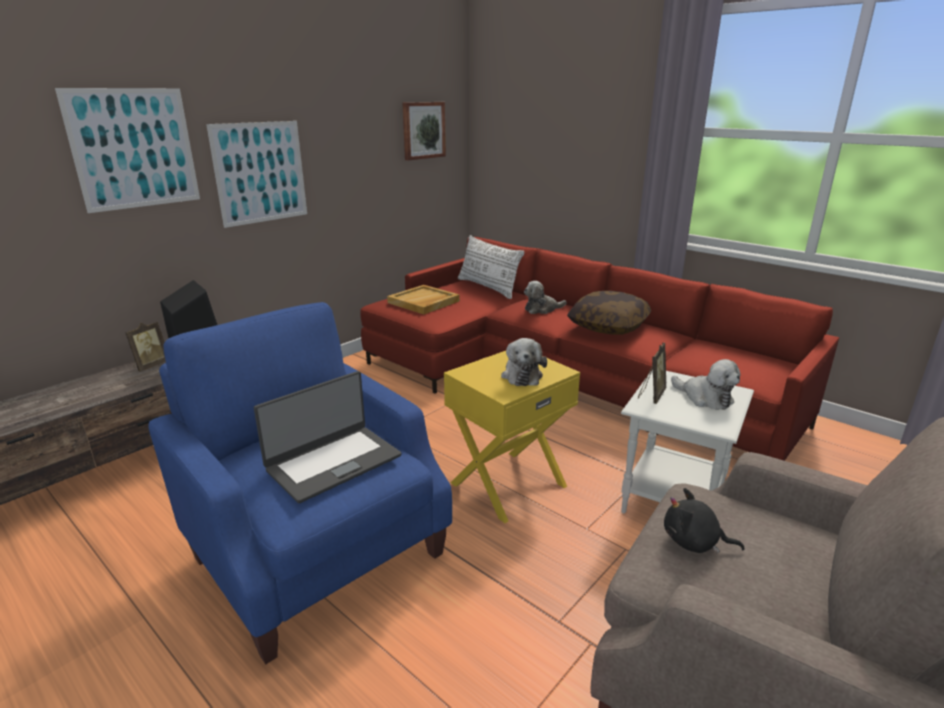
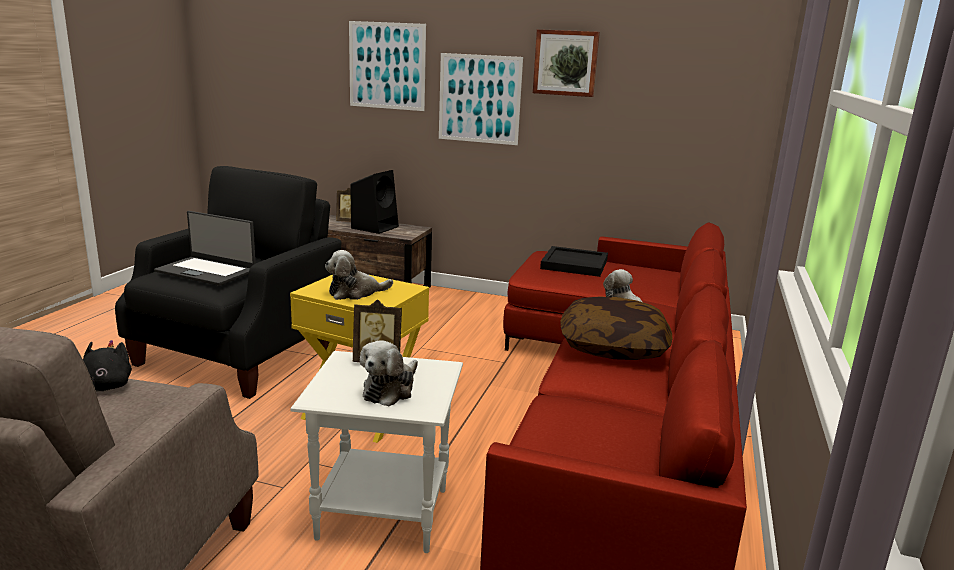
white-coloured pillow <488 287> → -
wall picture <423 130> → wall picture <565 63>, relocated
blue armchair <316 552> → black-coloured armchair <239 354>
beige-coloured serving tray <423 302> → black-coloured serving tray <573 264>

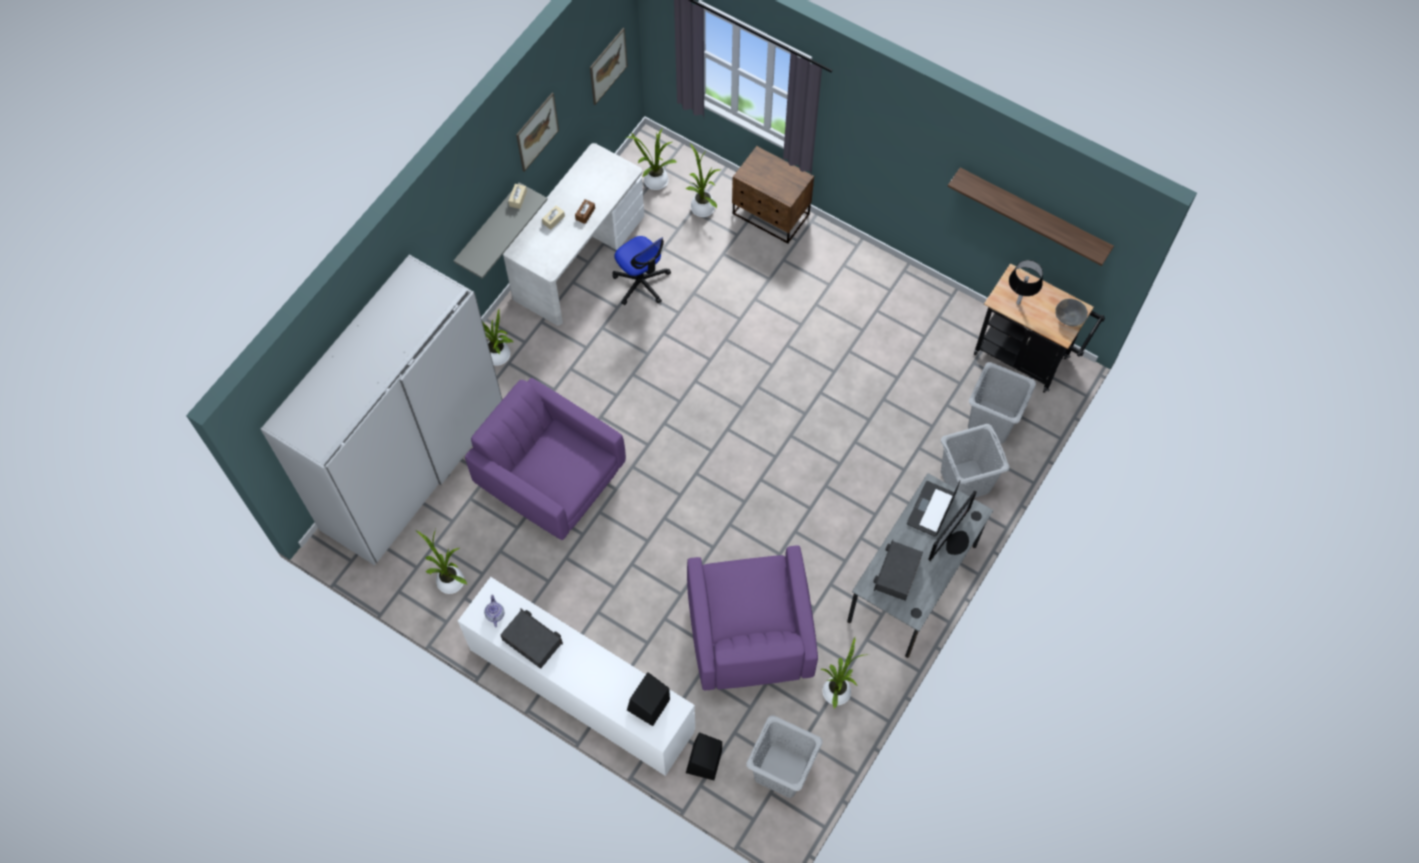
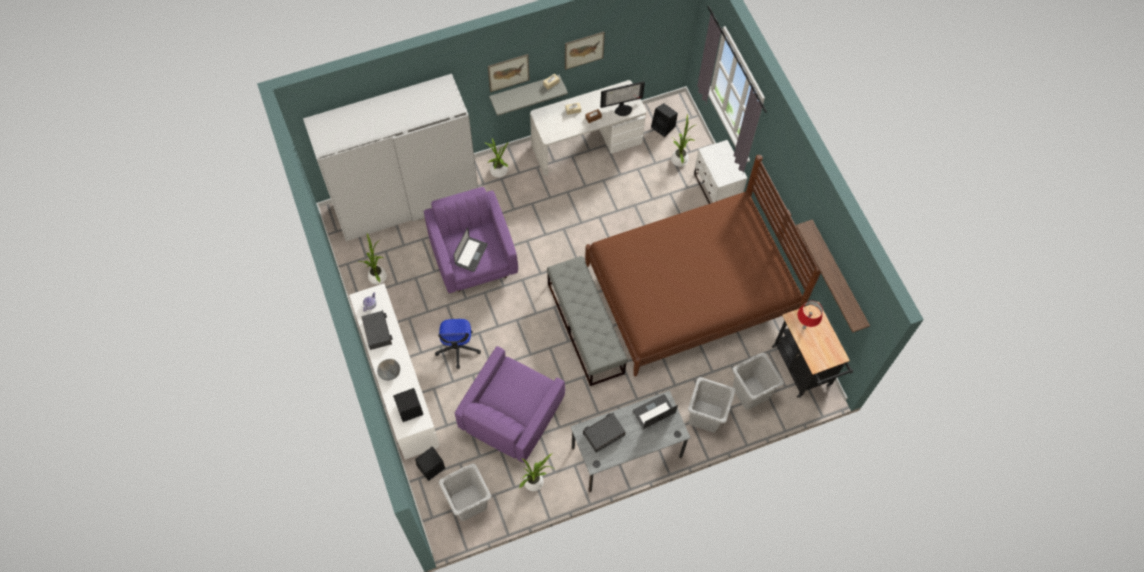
- → portable computer <471 254>
- → greyish bench <585 328>
- → brownish sleeping bed <690 291>
wall picture <608 66> → wall picture <508 72>, relocated
office chair <641 283> → office chair <458 348>, relocated
computer display <954 540> → computer display <623 108>, relocated
greyish serving bowl <1069 317> → greyish serving bowl <390 372>, relocated
potted plant <654 180> → black-coloured loudspeaker <663 127>
brownish bedside table <771 215> → white-coloured bedside table <716 188>
black-coloured lamp for a table <1018 302> → red lamp for a table <804 327>

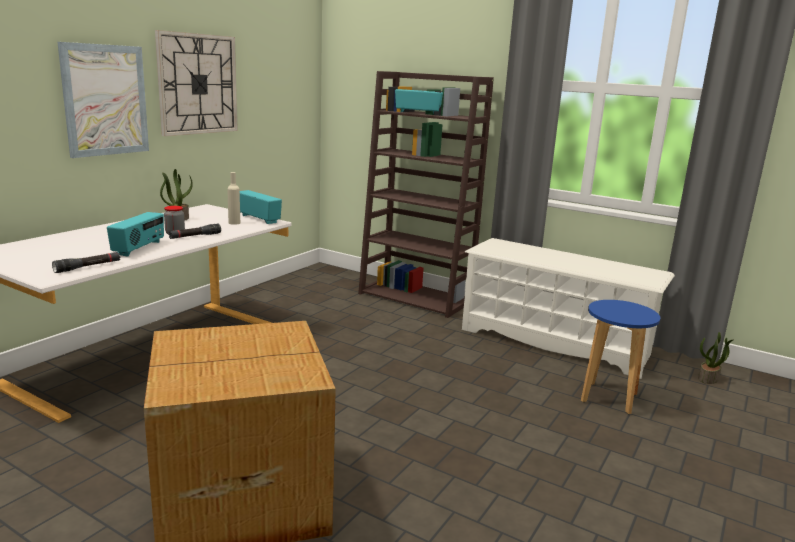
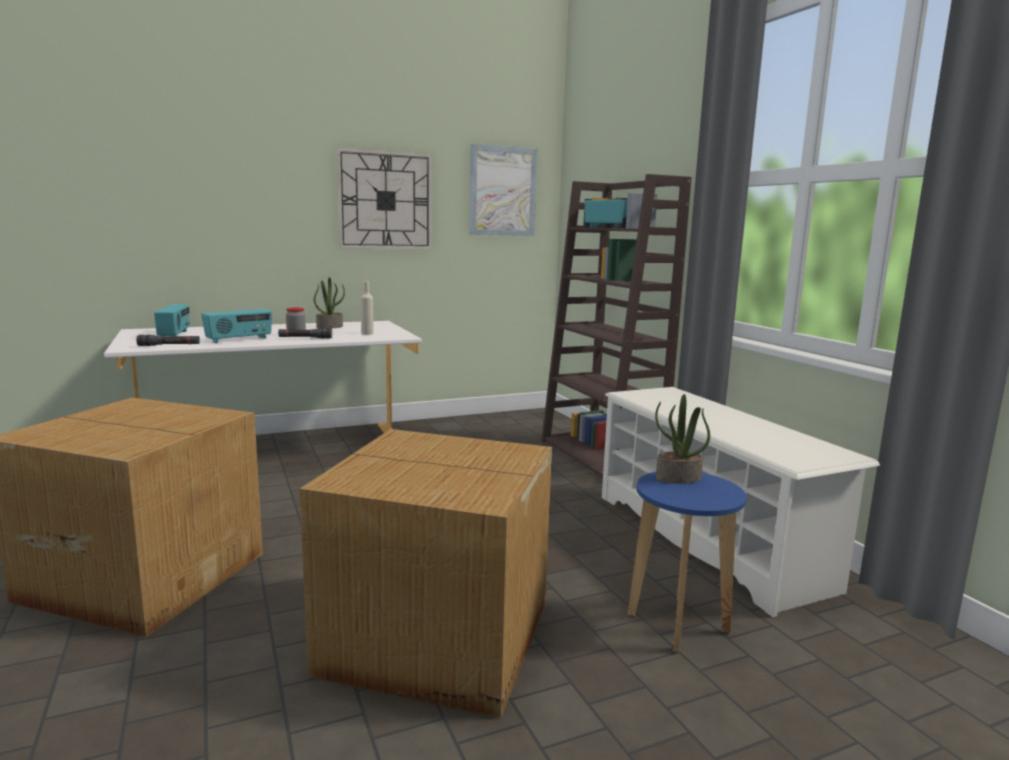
- → carton <439 639>
wall picture <105 100> → wall picture <502 191>, relocated
radio <259 219> → radio <175 335>, relocated
potted plant <708 379> → potted plant <678 478>, relocated

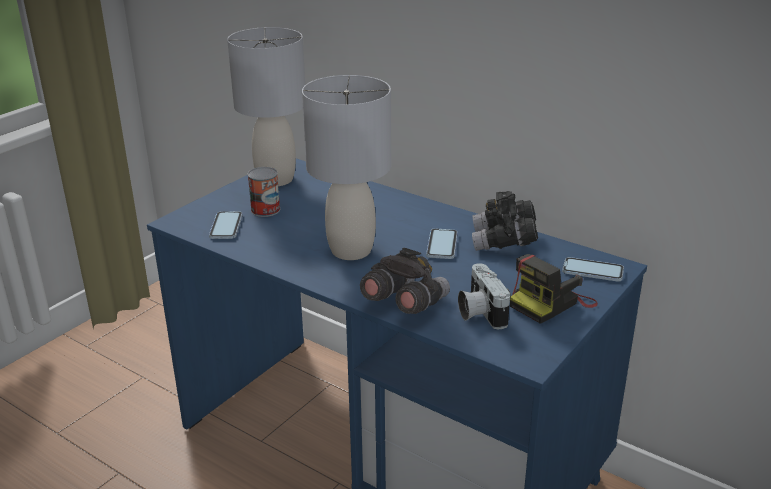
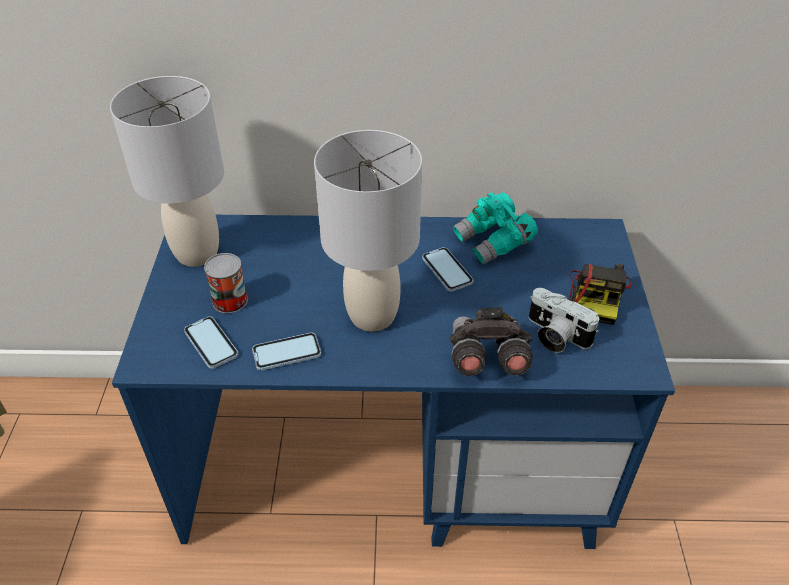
telephone <592 271> → telephone <287 353>, relocated
black-coloured pair of binoculars <504 242> → turquoise pair of binoculars <494 242>

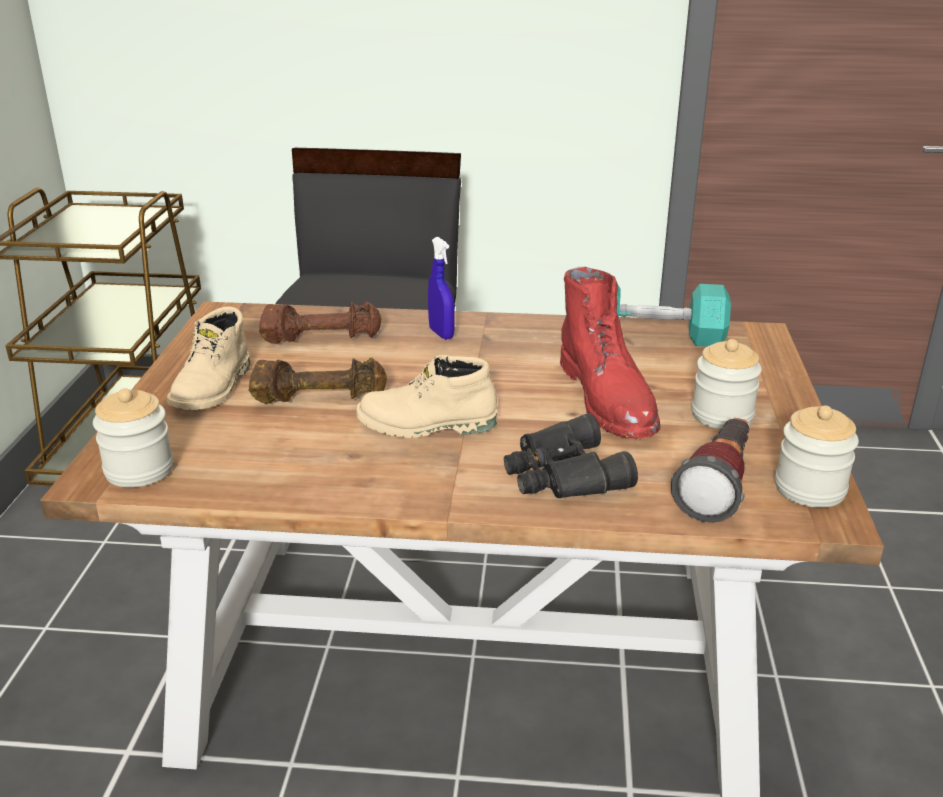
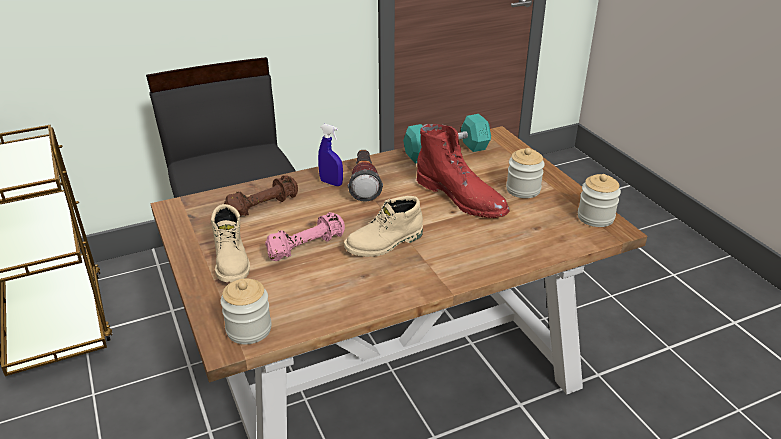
black-coloured pair of binoculars <562 474> → -
flashlight <718 487> → flashlight <364 184>, relocated
brownish hand weight <320 398> → pinkish hand weight <306 246>

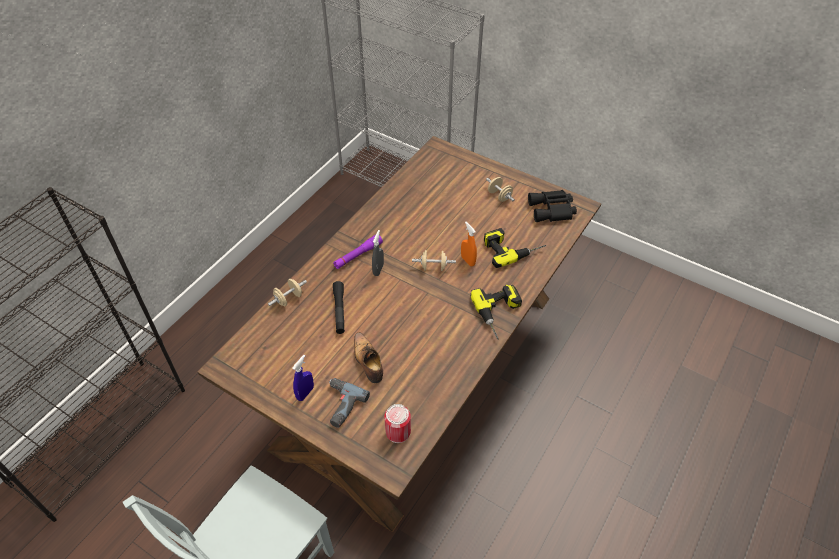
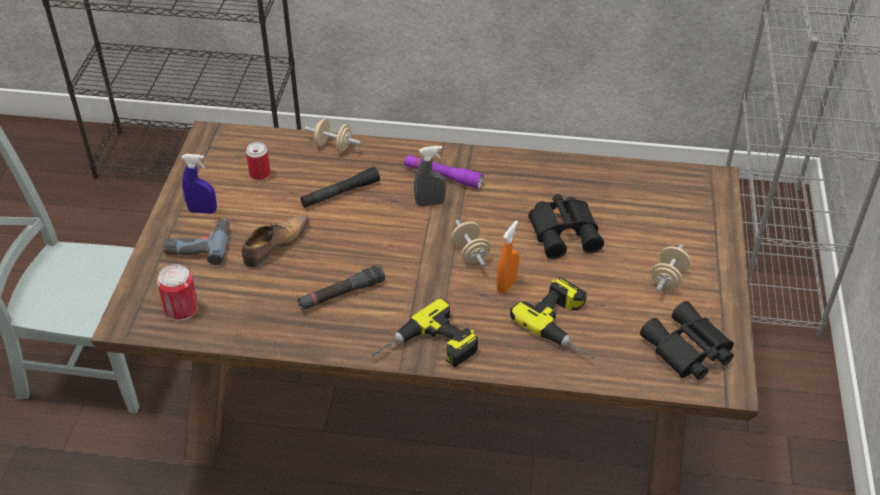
- → can <260 174>
- → black-coloured flashlight <341 294>
- → black-coloured pair of binoculars <565 232>

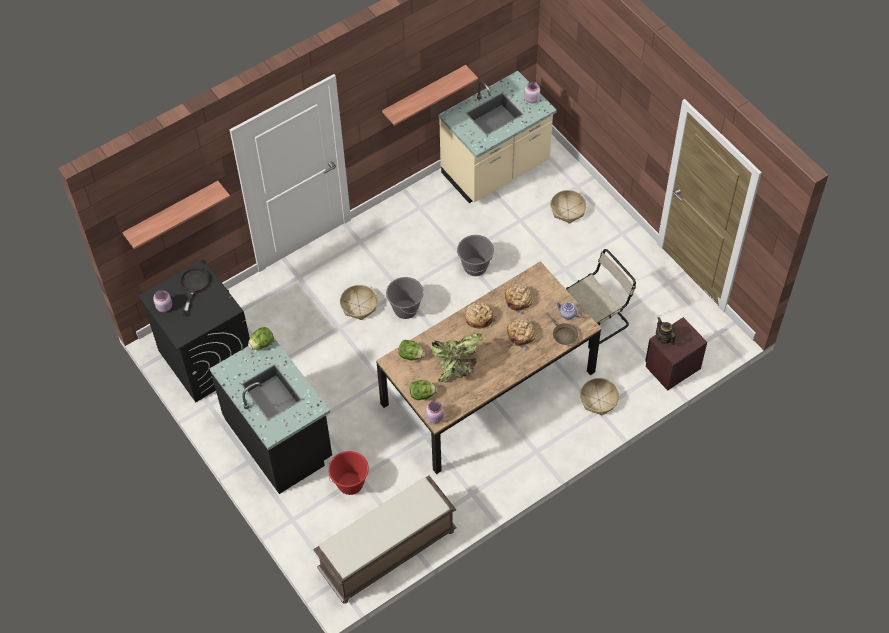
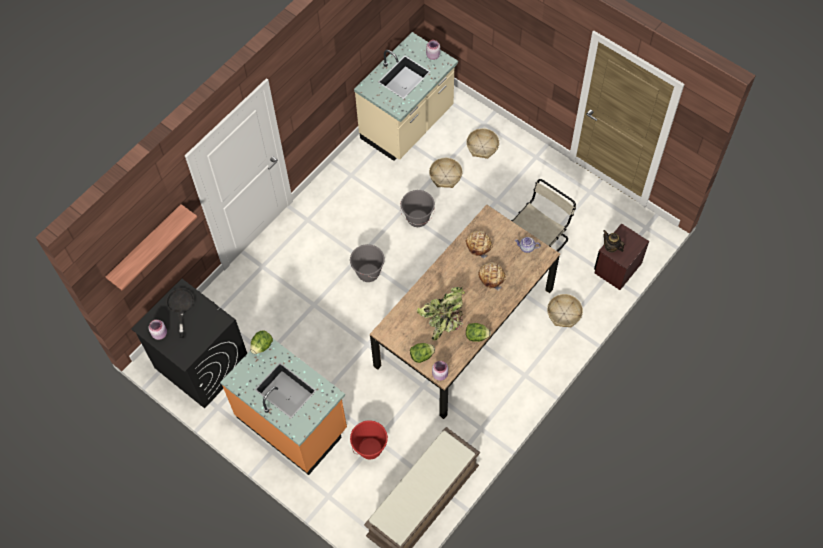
wall shelf <424 95> → -
bakery bread <479 317> → -
brownish pan <563 335> → -
basket <359 305> → basket <445 176>, relocated
lettuce <411 355> → lettuce <476 336>, relocated
black-coloured kitchen base unit <279 438> → orangey kitchen base unit <292 422>

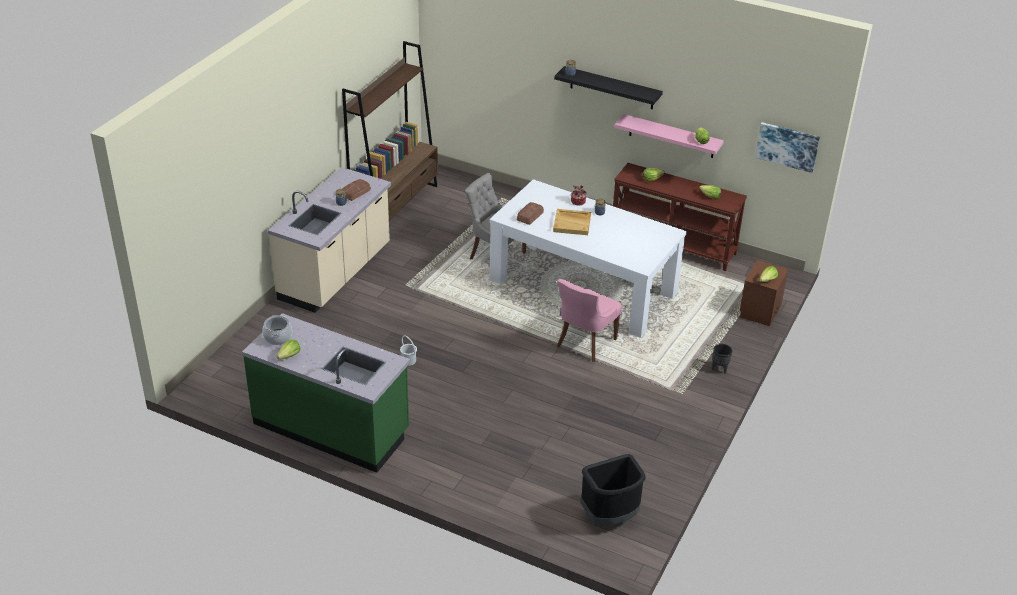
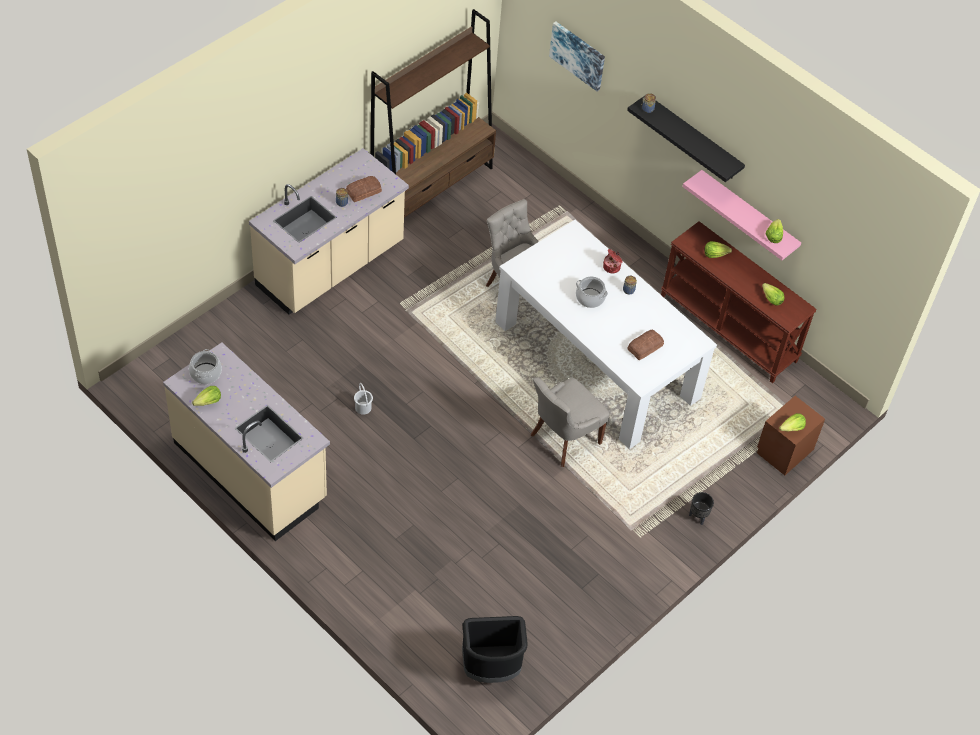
bakery bread <529 216> → bakery bread <644 347>, relocated
wall picture <787 146> → wall picture <578 55>, relocated
beige-coloured serving tray <572 223> → stockpot <590 298>
green-coloured kitchen base unit <332 427> → beige-coloured kitchen base unit <251 471>
pinkish chair <584 343> → greyish chair <563 439>

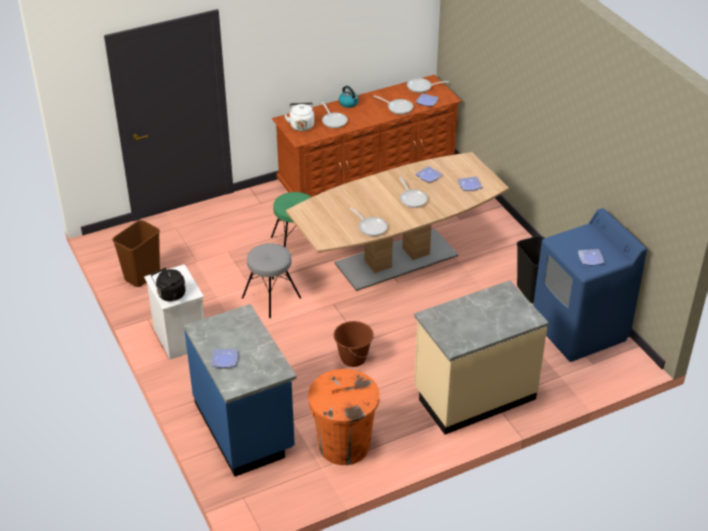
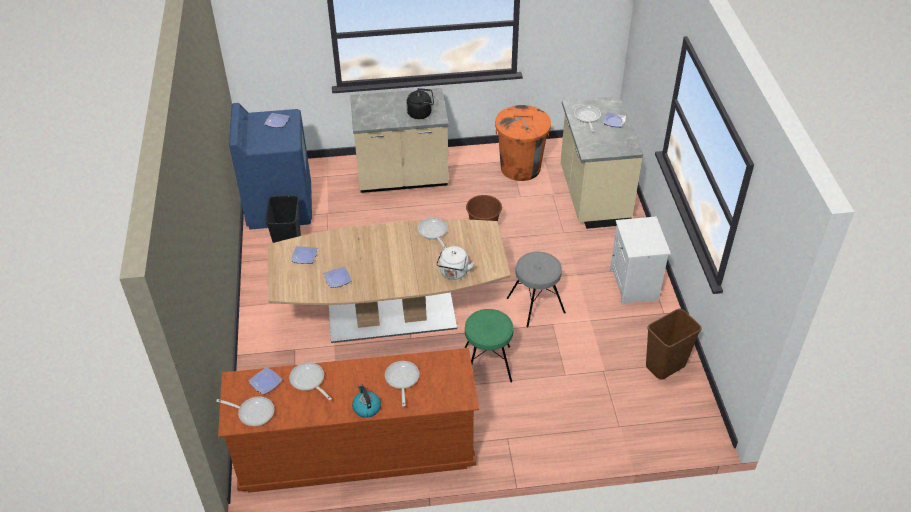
black-coloured kettle <170 295> → black-coloured kettle <421 113>, relocated
white-coloured kettle <301 125> → white-coloured kettle <453 273>, relocated
pan <412 199> → pan <587 118>, relocated
blue kitchen base unit <245 427> → beige-coloured kitchen base unit <592 197>

